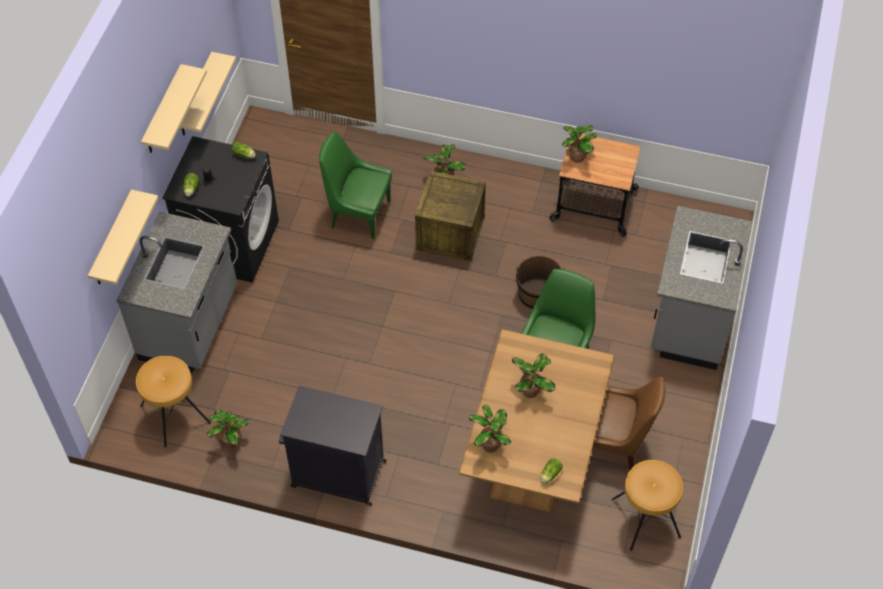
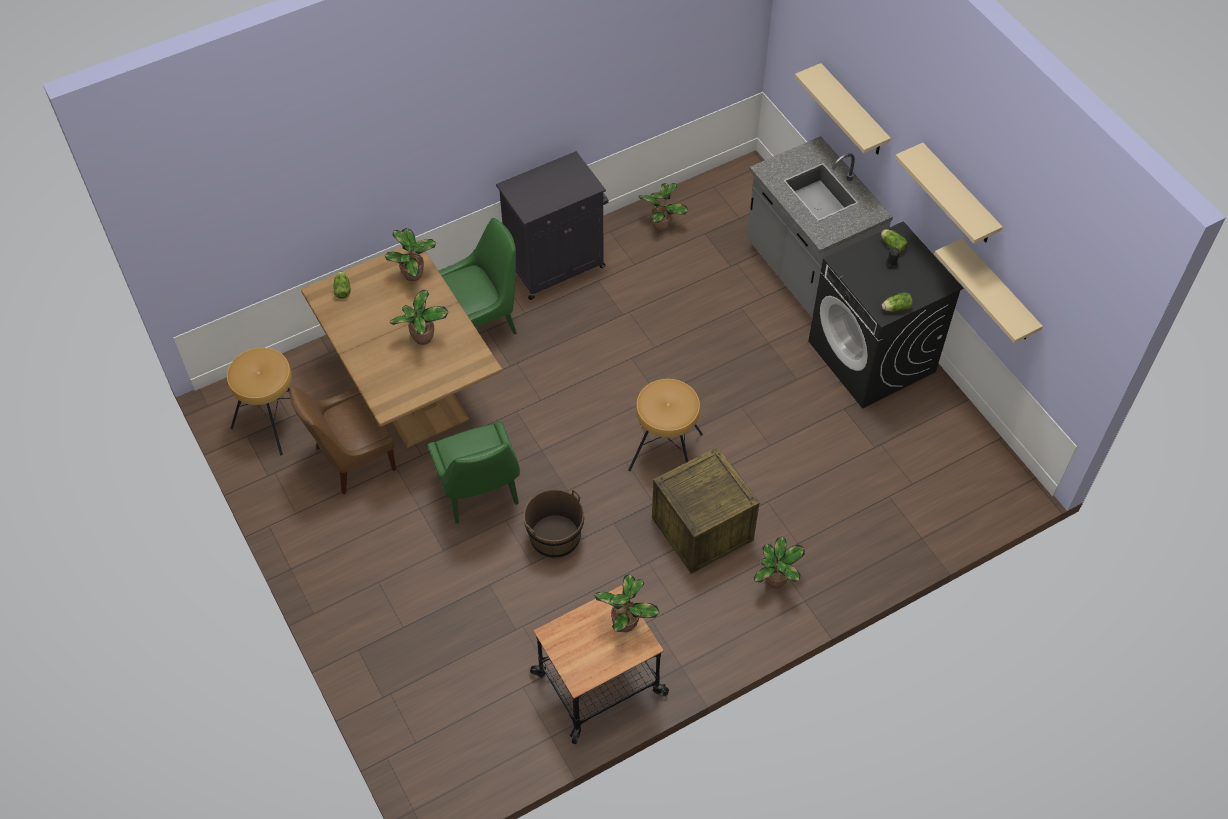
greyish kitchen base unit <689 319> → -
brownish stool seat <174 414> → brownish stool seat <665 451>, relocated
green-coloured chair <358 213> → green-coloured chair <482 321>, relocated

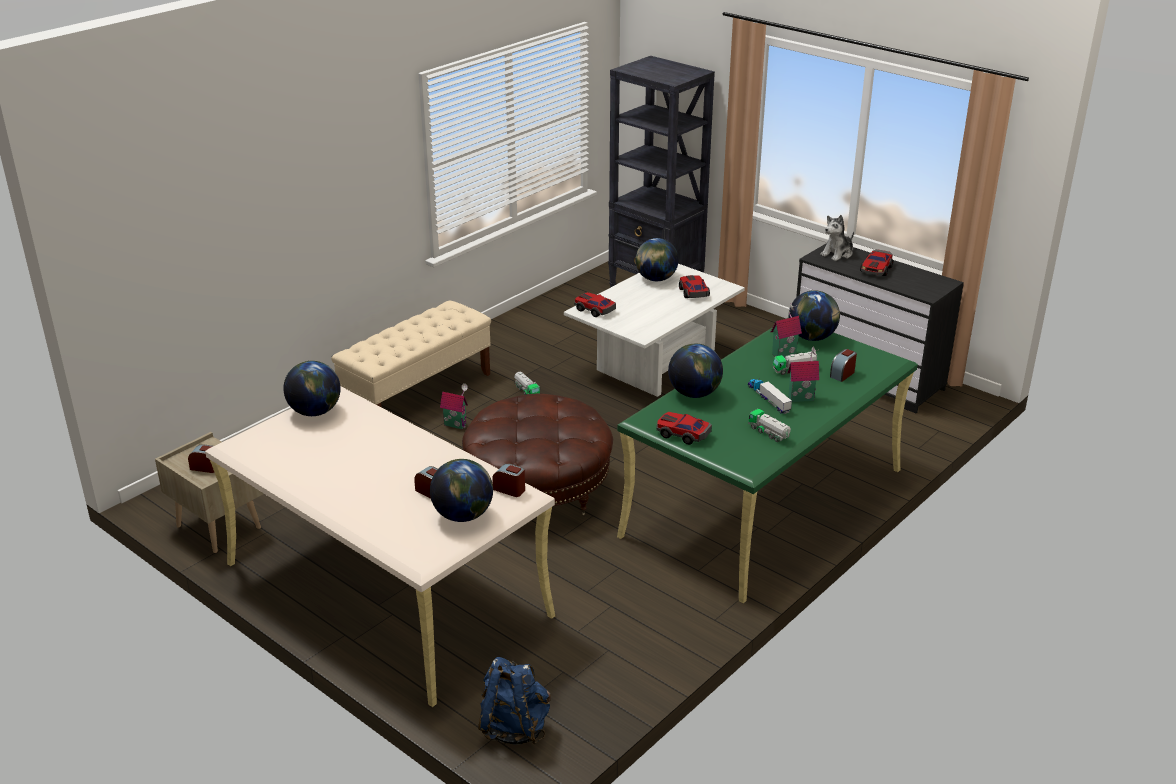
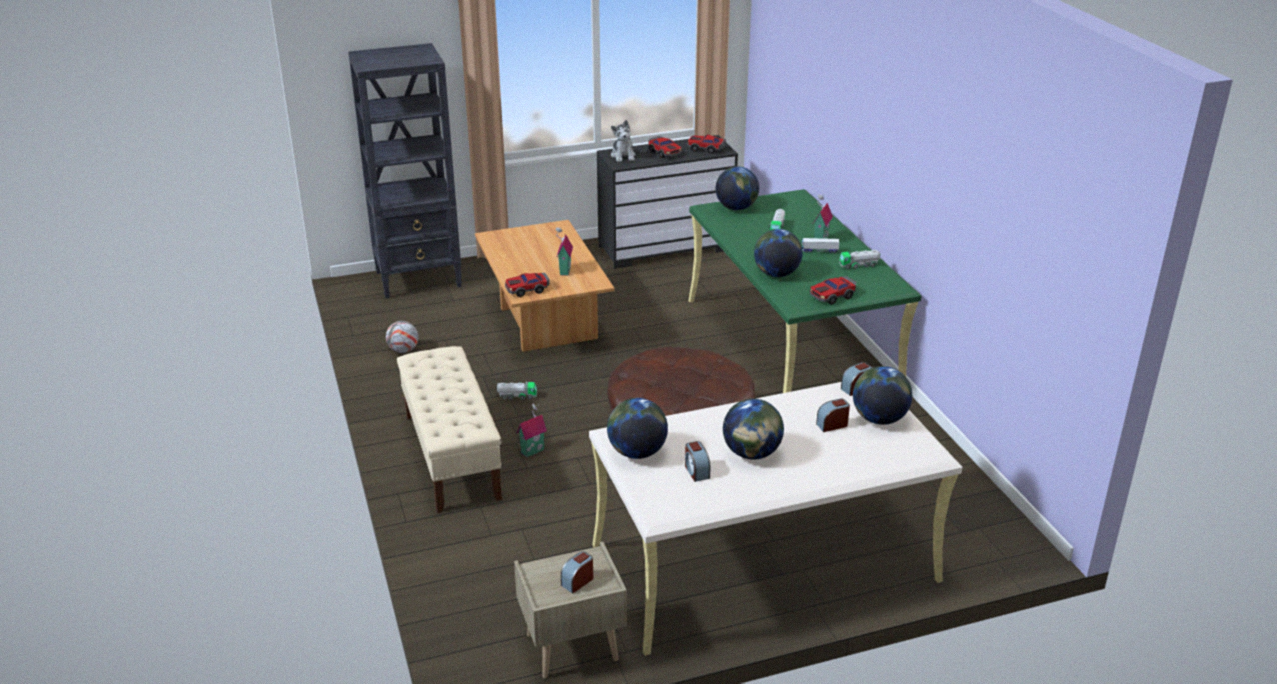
blue knapsack <514 727> → -
- → football ball <403 350>
world globe <656 279> → world globe <752 453>, relocated
toy car <693 292> → toy car <706 148>, relocated
model house <783 353> → model house <564 270>, relocated
alarm clock <842 374> → alarm clock <696 471>, relocated
white-coloured lounge table <653 364> → brownish lounge table <544 323>

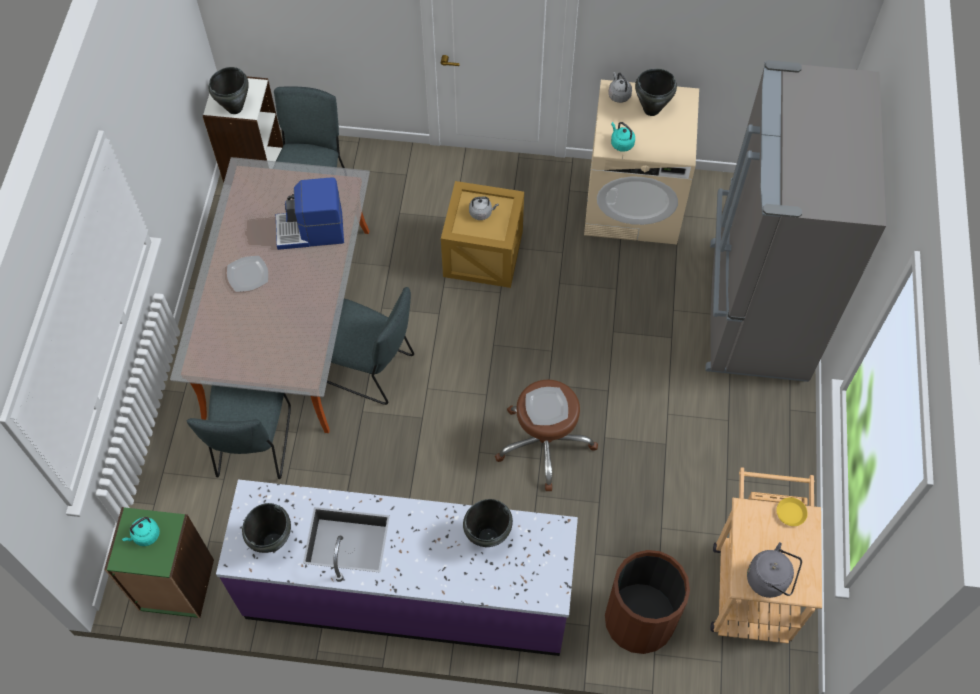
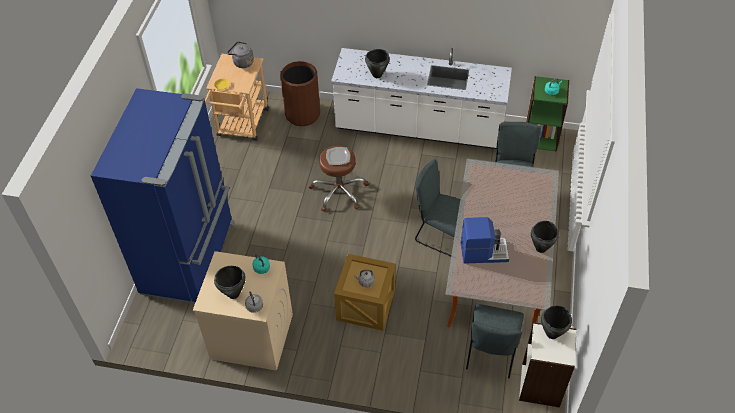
dinner plate <248 275> → -
black-coloured stockpot <273 542> → black-coloured stockpot <540 248>, relocated
purple kitchen base unit <408 593> → white-coloured kitchen base unit <419 129>
greyish fridge <754 310> → blue fridge <190 258>

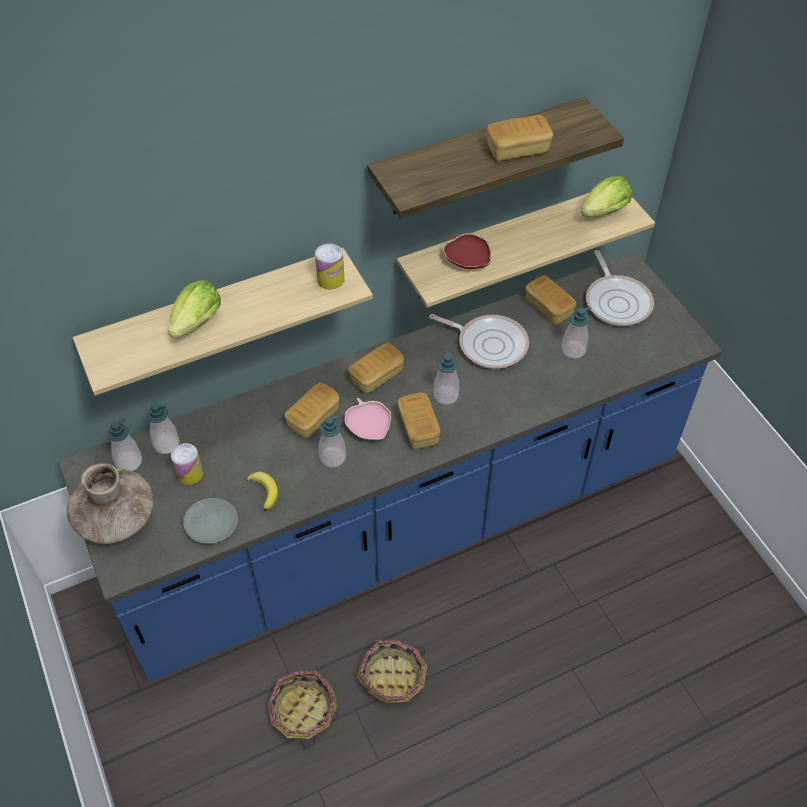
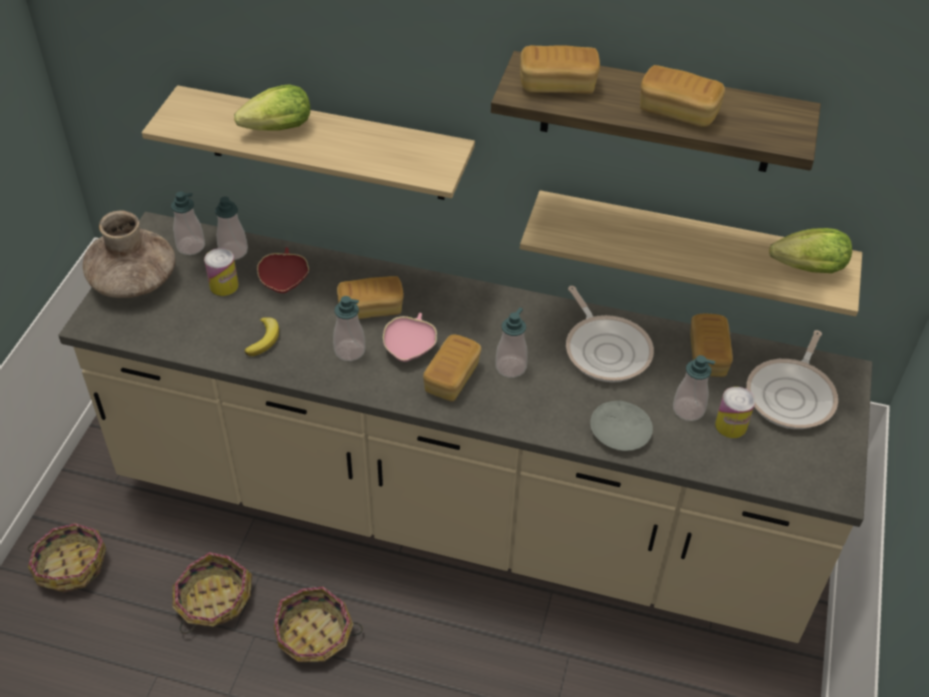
- → basket <71 565>
greyish dinner plate <211 524> → greyish dinner plate <620 430>, relocated
can <330 279> → can <730 425>, relocated
bakery bread <377 376> → bakery bread <557 85>, relocated
red serving bowl <467 259> → red serving bowl <284 280>, relocated
blue kitchen base unit <403 526> → beige-coloured kitchen base unit <460 512>

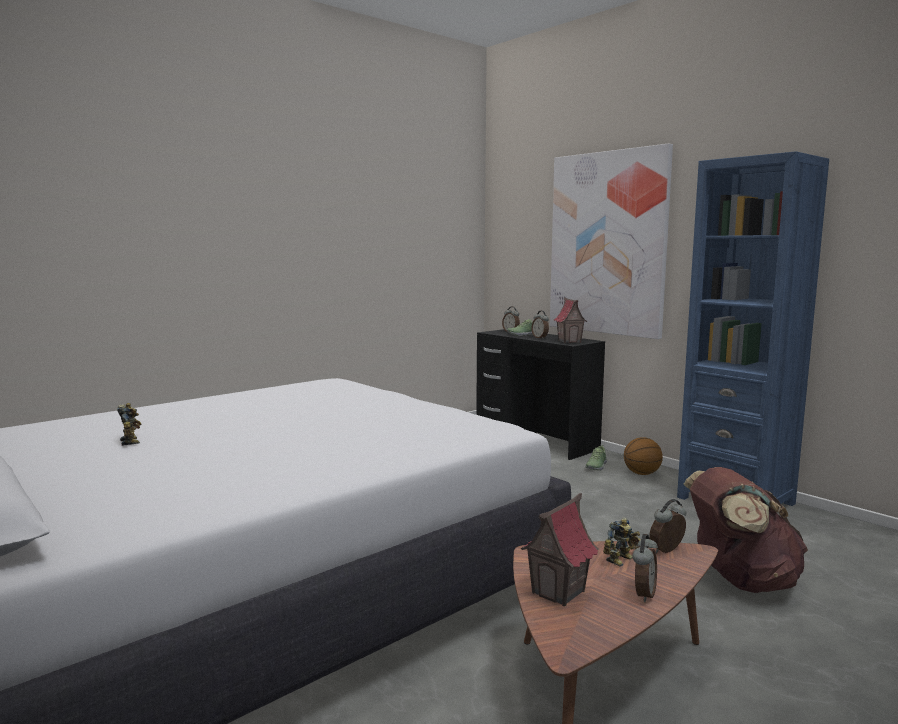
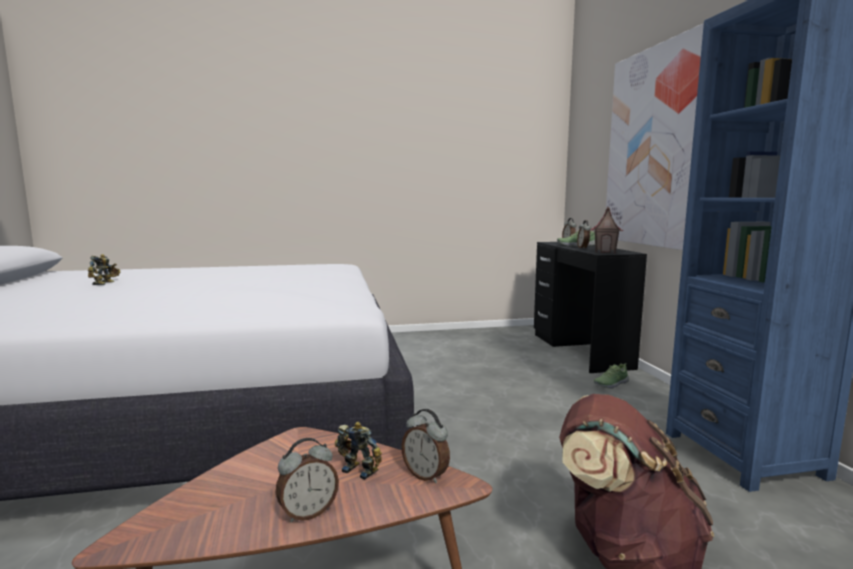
model house <559 592> → -
ball for basketball <641 473> → -
robot figure <622 560> → robot figure <360 469>, 135 degrees counterclockwise
alarm clock <667 551> → alarm clock <426 475>, 135 degrees counterclockwise

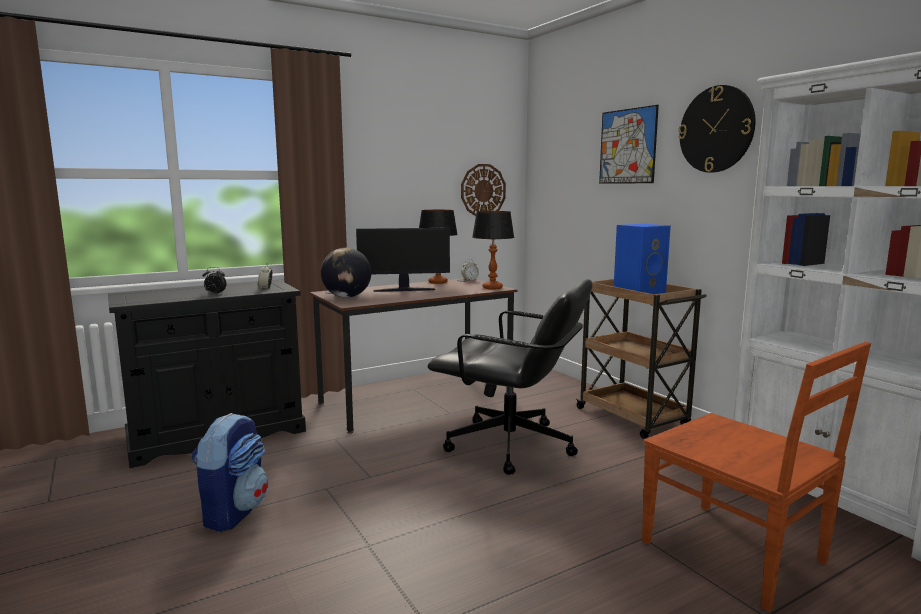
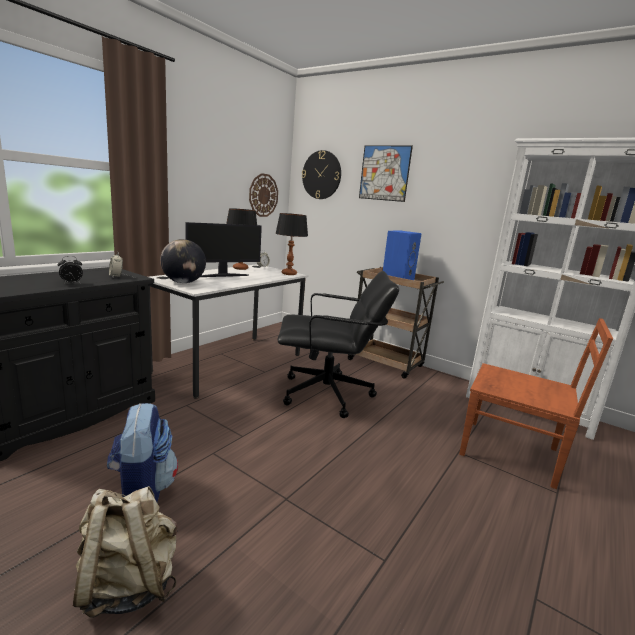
- → beige-coloured knapsack <128 584>
clock on the wall <716 129> → clock on the wall <321 175>, relocated
brownish desk <416 400> → white-coloured desk <230 363>

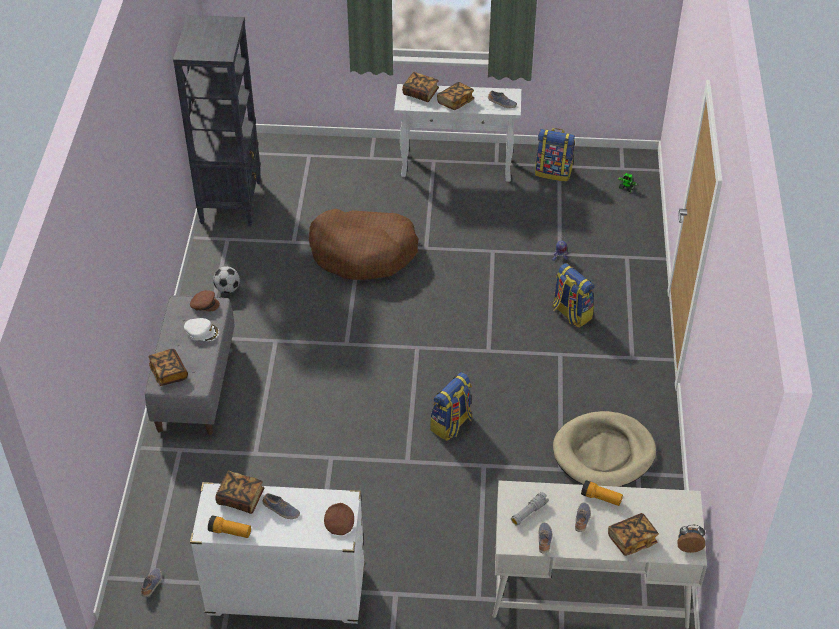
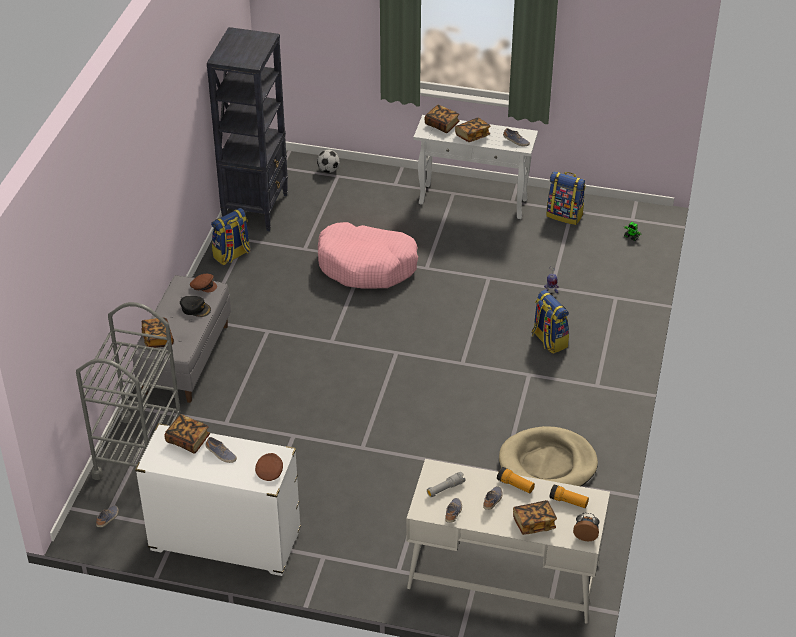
- → greyish cart <139 452>
flashlight <230 532> → flashlight <568 501>, relocated
football ball <227 289> → football ball <328 170>, relocated
knapsack <451 424> → knapsack <232 255>, relocated
white-coloured baseball cap <202 332> → black-coloured baseball cap <195 308>
brownish pet bed <363 252> → pinkish pet bed <367 265>

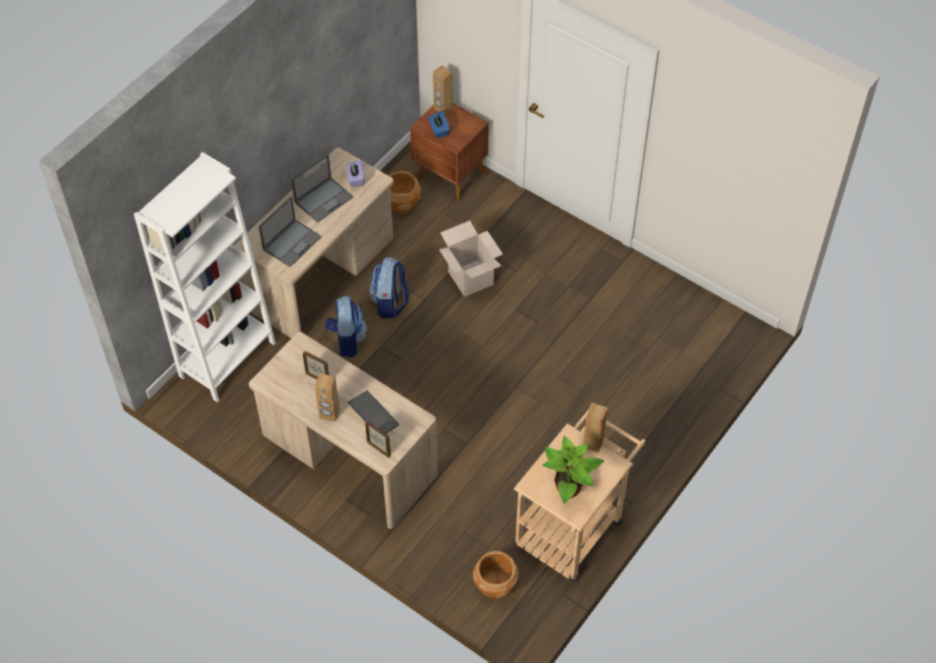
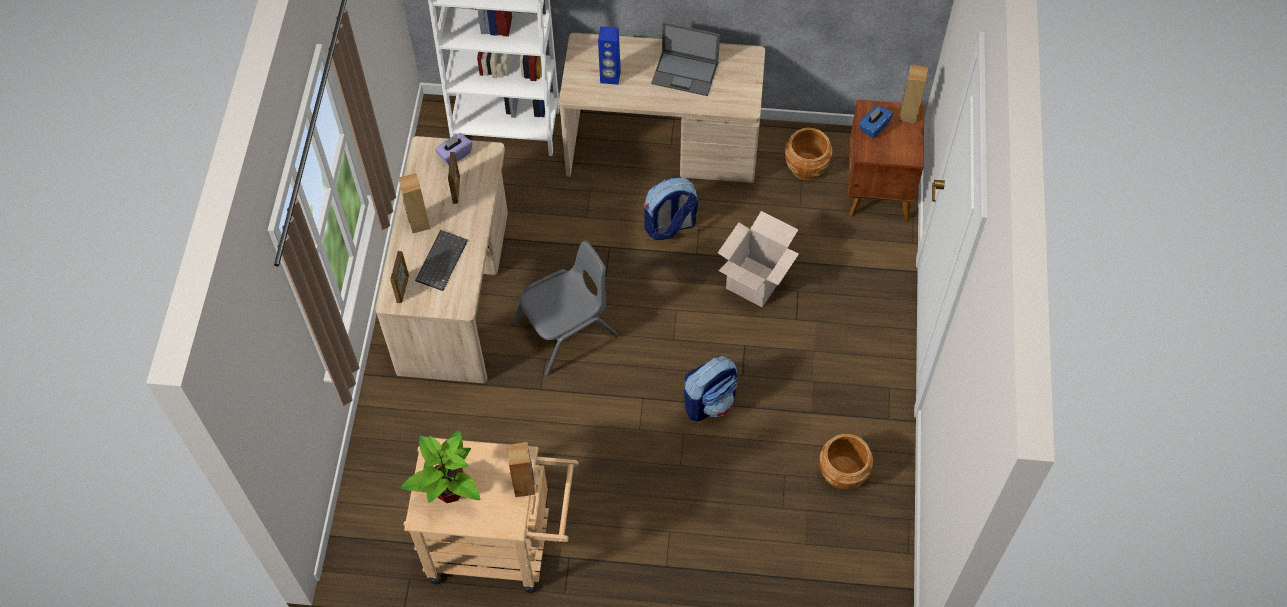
- → greyish chair <566 330>
knapsack <347 340> → knapsack <710 401>, relocated
purple tissue box <355 179> → purple tissue box <455 154>, relocated
brownish plant pot <495 585> → brownish plant pot <842 472>, relocated
portable computer <292 242> → blue loudspeaker <610 77>

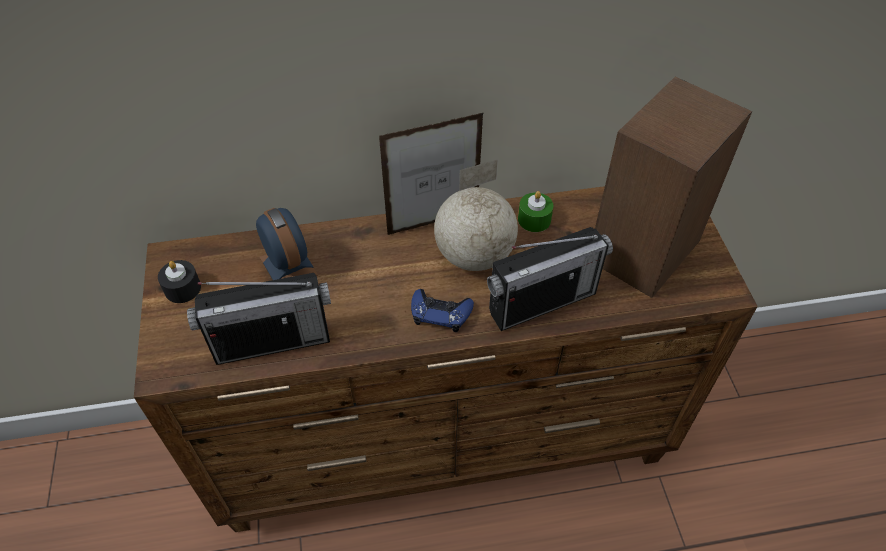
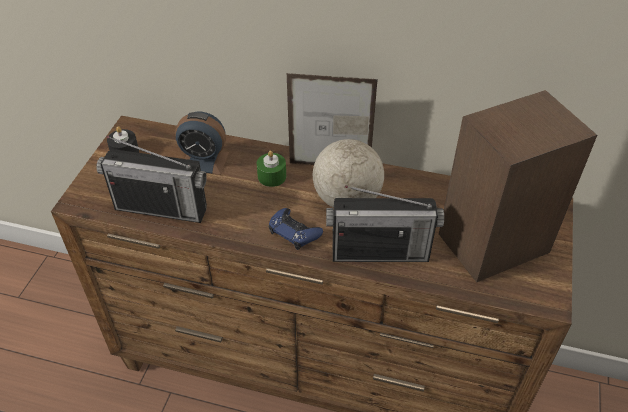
green-coloured wax light <534 219> → green-coloured wax light <272 176>, relocated
alarm clock <288 266> → alarm clock <204 161>, 105 degrees clockwise

